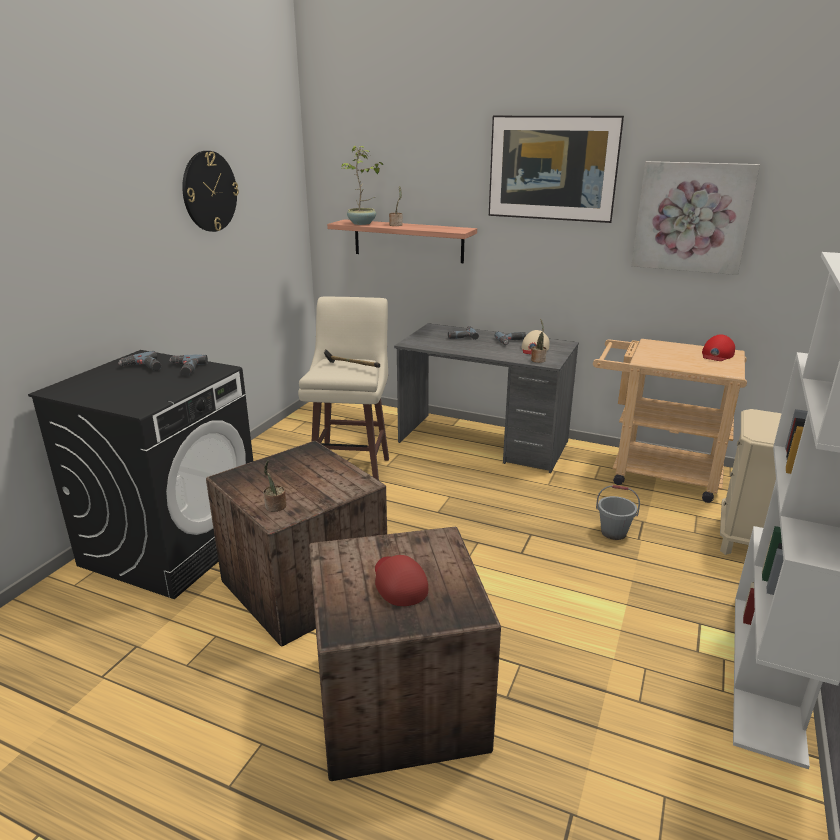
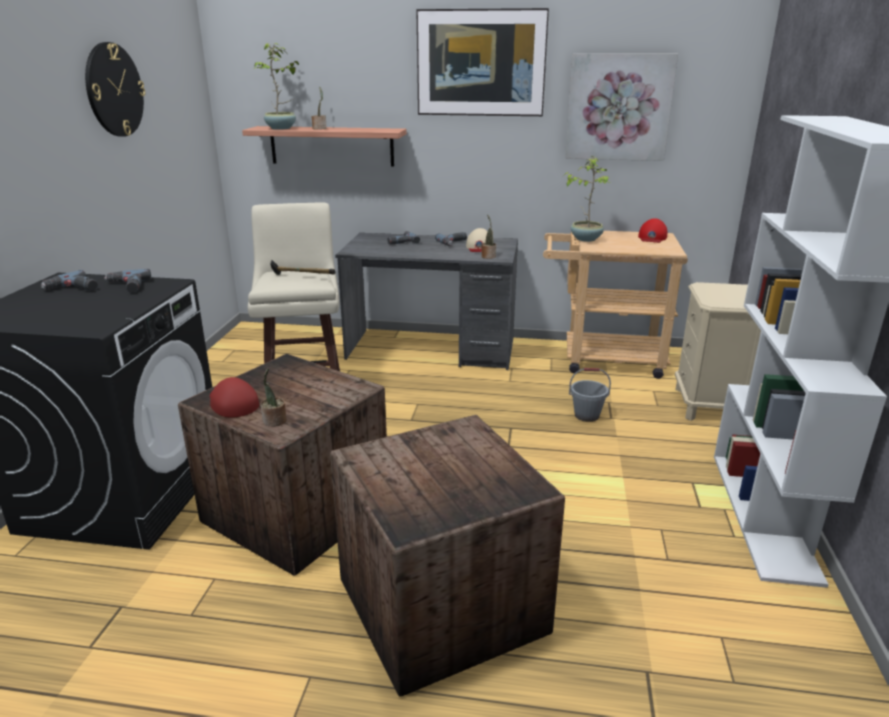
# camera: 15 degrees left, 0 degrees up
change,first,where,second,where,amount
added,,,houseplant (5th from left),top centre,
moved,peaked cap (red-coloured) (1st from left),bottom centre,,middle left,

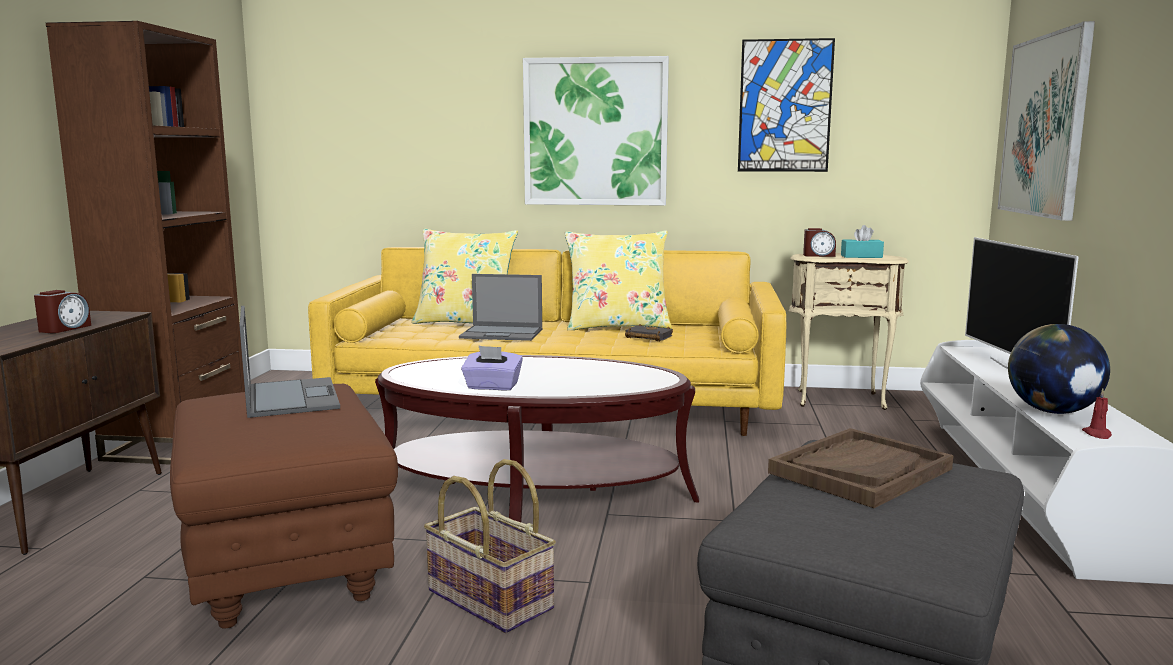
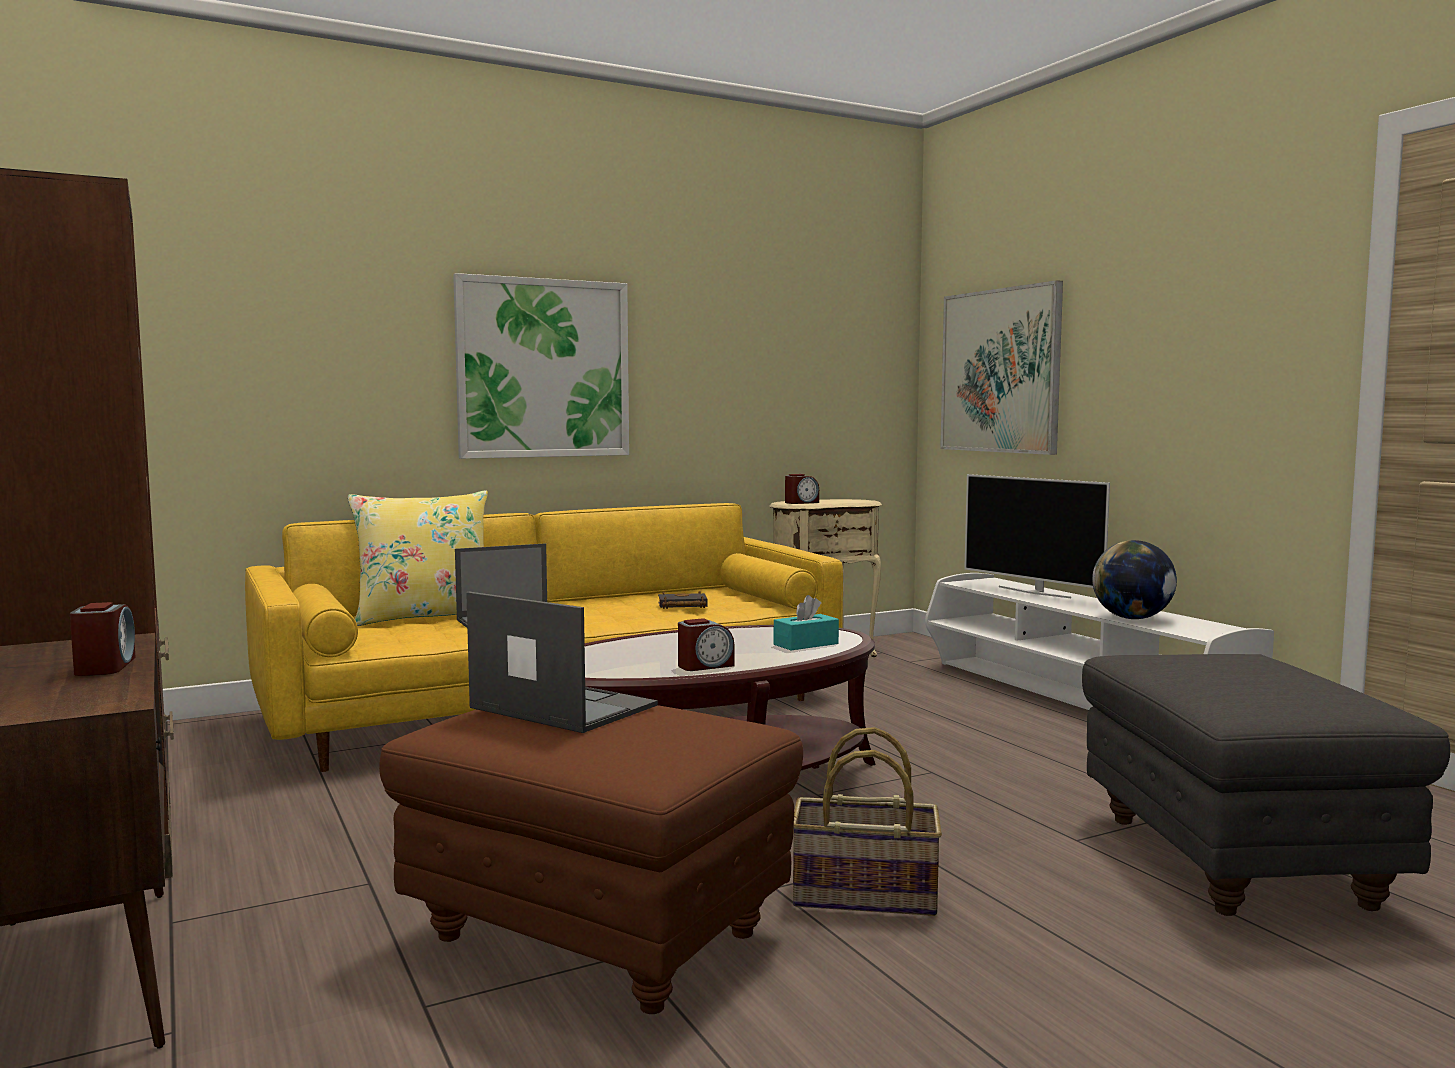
# camera: 35 degrees left, 5 degrees down
change,first,where,second,where,amount
removed,pillow (yellow) (2nd from left),centre,,,
removed,picture (2nd from left),top right,,,
removed,tray (brownish),bottom right,,,
removed,candle (red-coloured),middle right,,,
moved,tissue box (blue-green),middle right,,centre,
replaced,tissue box (purplish),centre,bedside clock (2nd from left),centre,

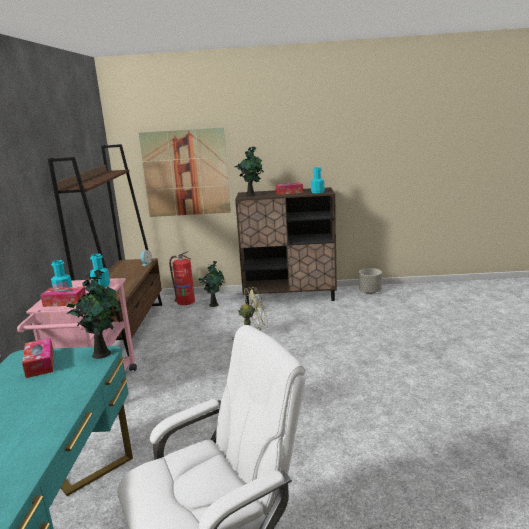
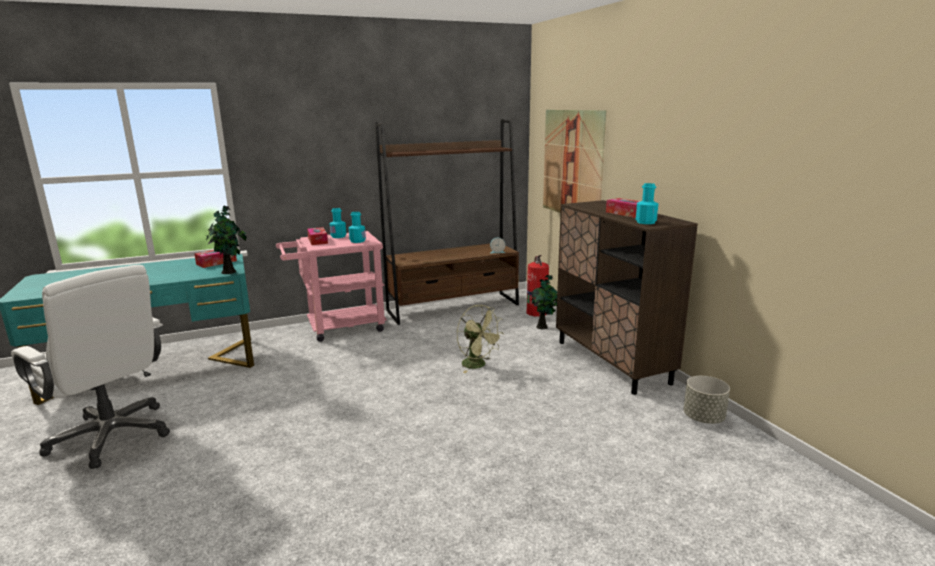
# camera: 65 degrees right, 0 degrees up
change,first,where,second,where,amount
removed,houseplant (3rd from left),top centre,,,

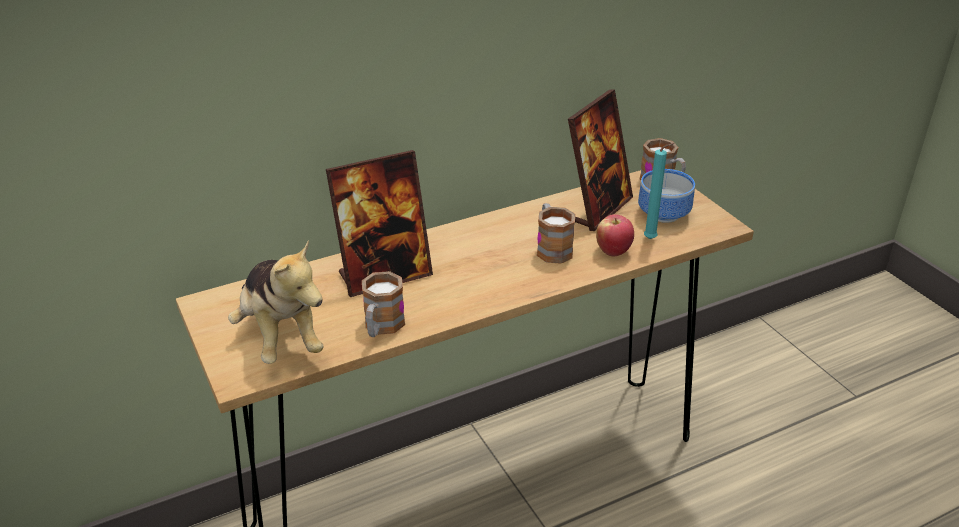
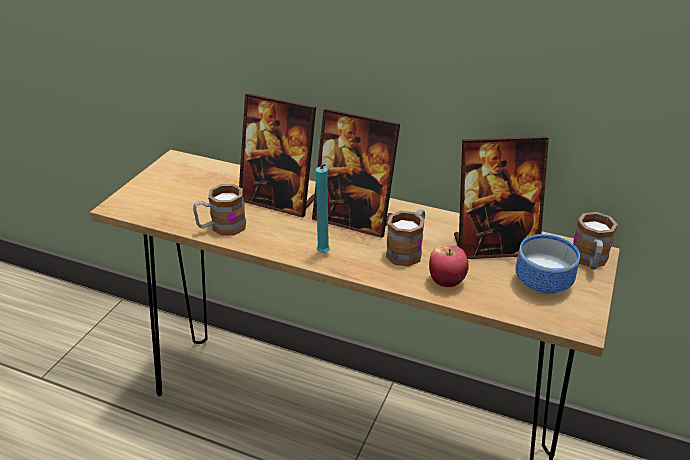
# camera: 50 degrees right, 0 degrees up
change,first,where,second,where,amount
removed,plush toy,middle left,,,
added,,,photo frame (2nd from left),centre,
moved,candle (blue-green),middle right,,centre,

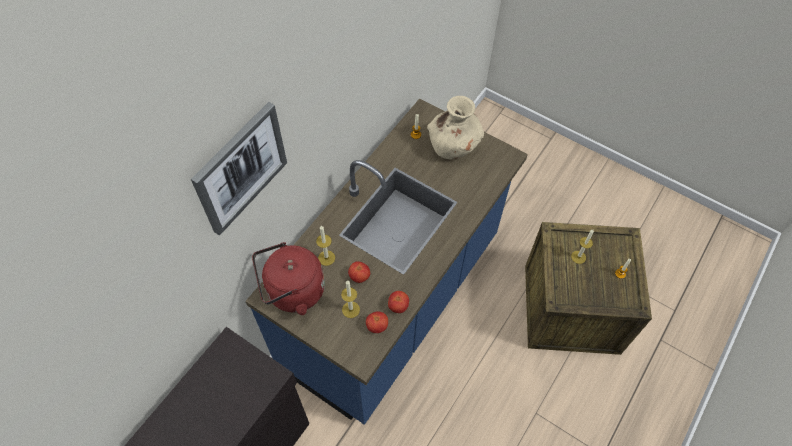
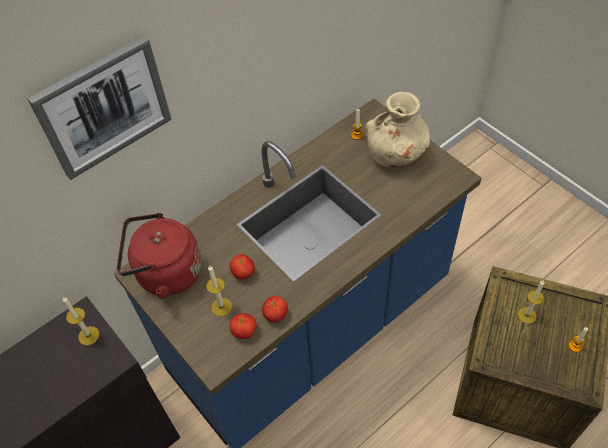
# camera: 20 degrees right, 5 degrees down
change,first,where,second,where,amount
moved,candle (1st from left),centre,,bottom left,

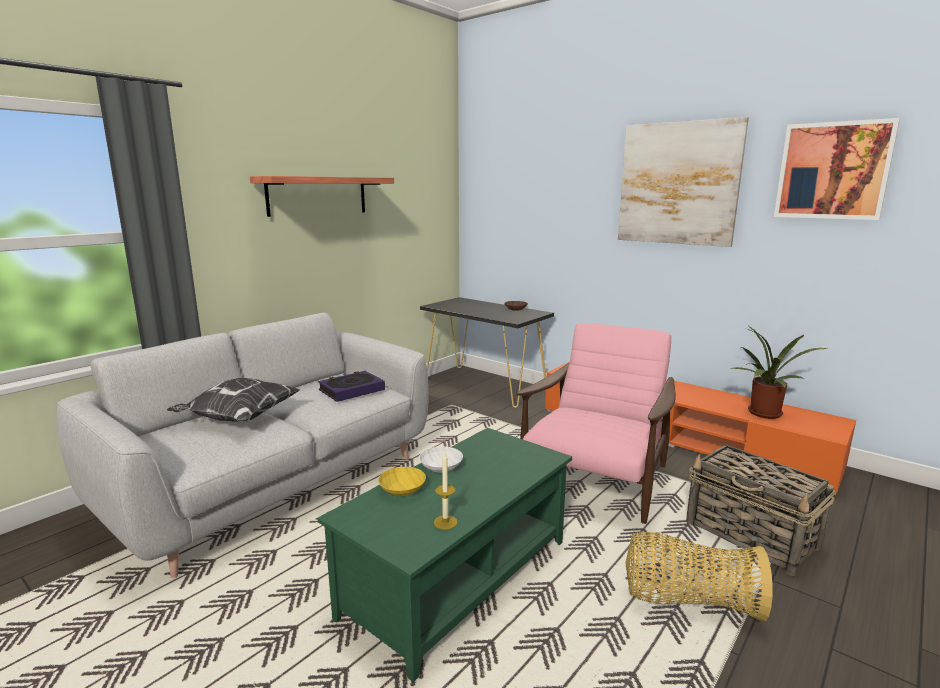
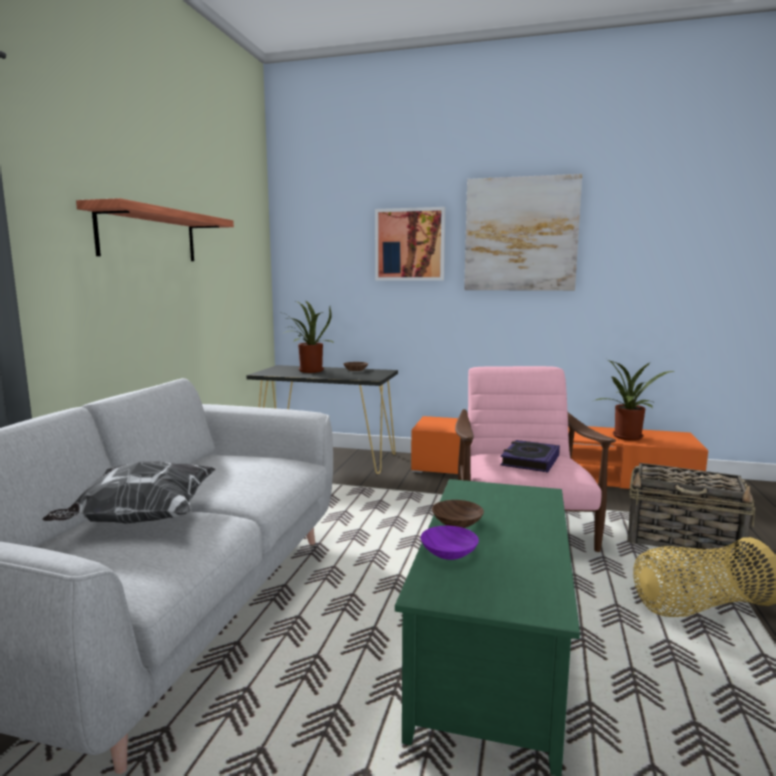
# camera: 25 degrees left, 5 degrees down
change,first,where,second,where,amount
removed,candle,bottom centre,,,
added,,,houseplant (1st from left),centre,
moved,bound book,centre,,middle right,
moved,picture (2nd from left in the first image),top right,picture (1st from left),top centre,
recoloured,bowl (yellow),bottom centre,bowl (purplish),bottom centre,
recoloured,bowl (whitish),bottom centre,bowl (brownish) (2nd from left),centre,

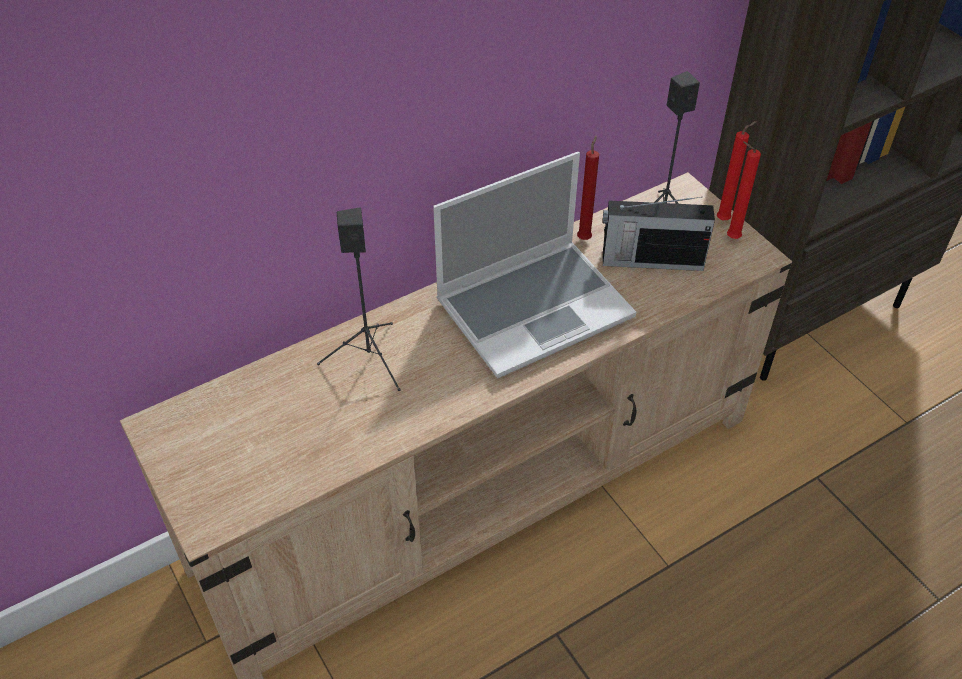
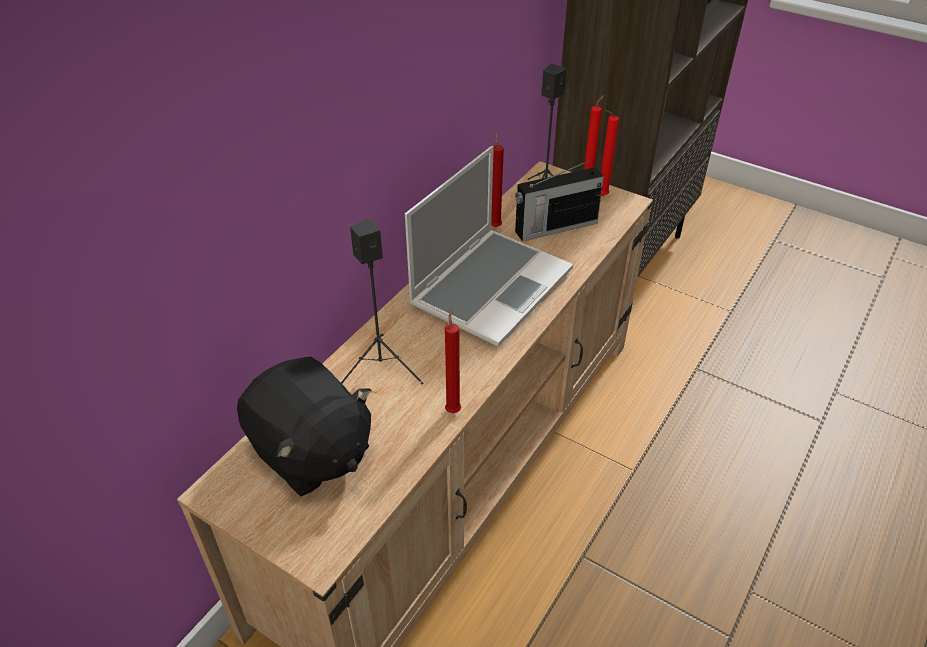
# camera: 25 degrees left, 5 degrees down
change,first,where,second,where,amount
added,,,plush toy (blackish),middle left,
added,,,candle (red-coloured) (1st from left),centre,

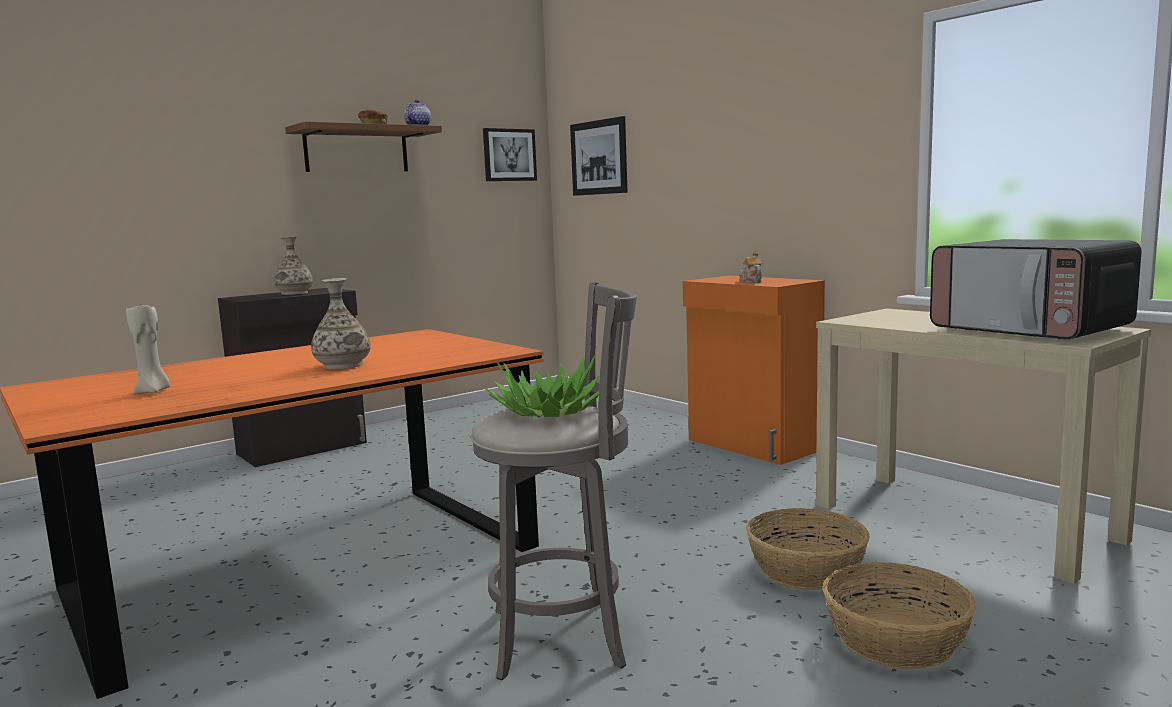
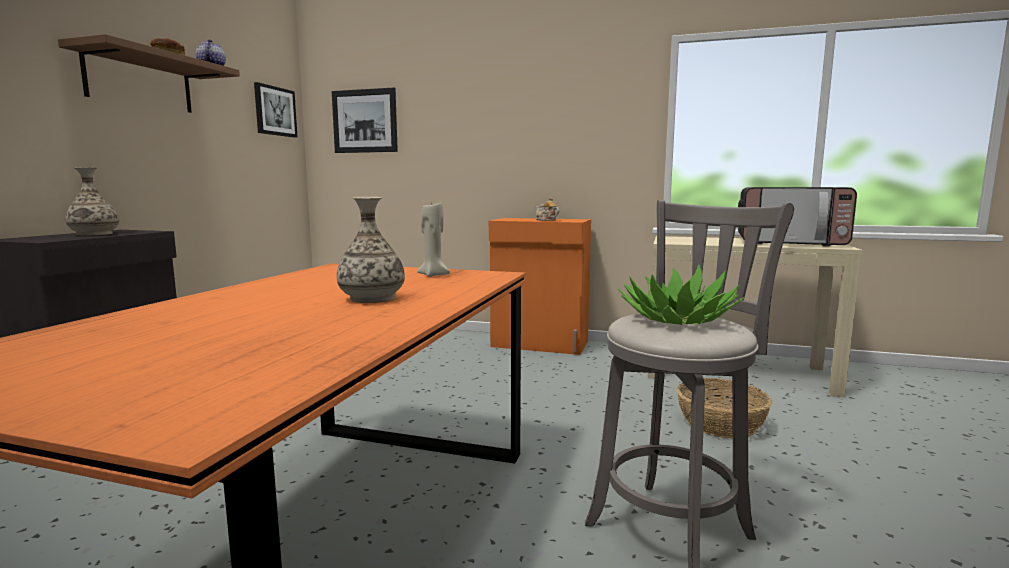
# camera: 35 degrees left, 0 degrees up
change,first,where,second,where,amount
removed,household basket (2nd from left),bottom right,,,
moved,candle (sand-coloured),middle left,,centre,

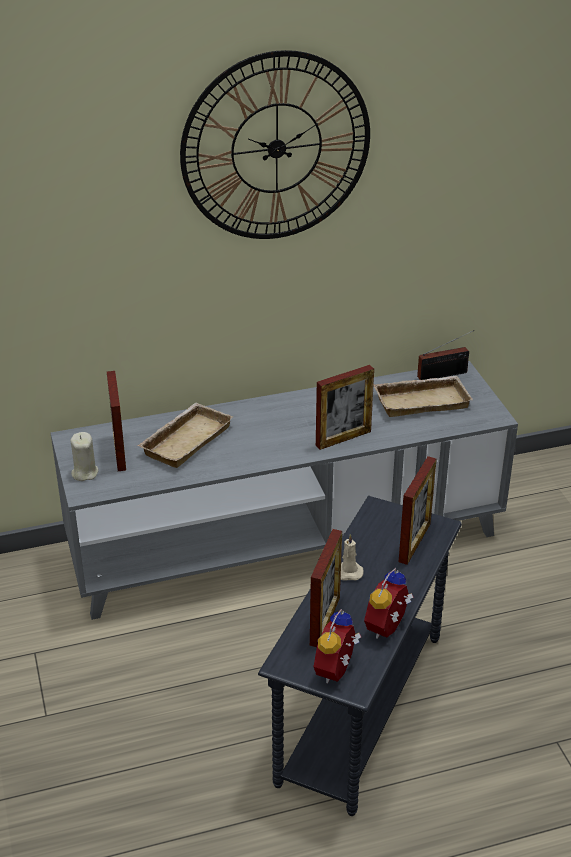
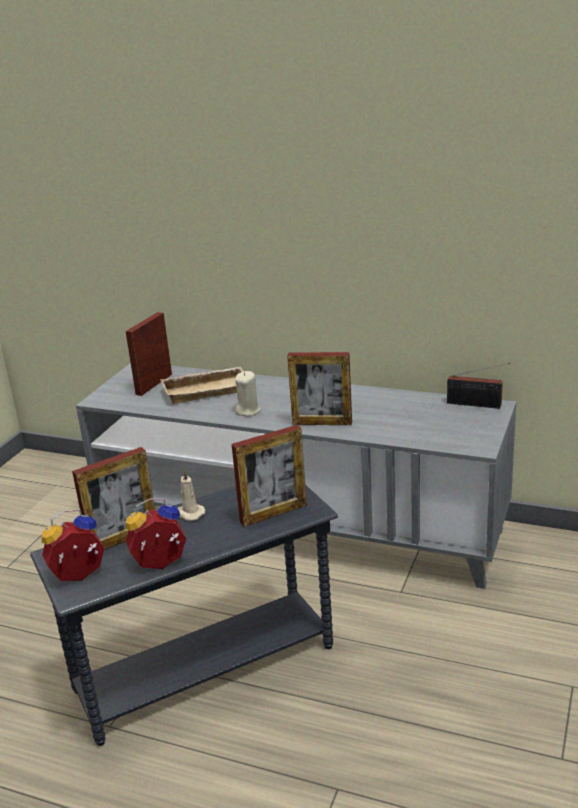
# camera: 40 degrees right, 10 degrees down
change,first,where,second,where,amount
removed,wall clock,top centre,,,
removed,tray (sand-coloured) (2nd from left),middle right,,,
moved,candle (sand-coloured) (1st from left in the first image),middle left,candle (sand-coloured) (2nd from left),centre,

